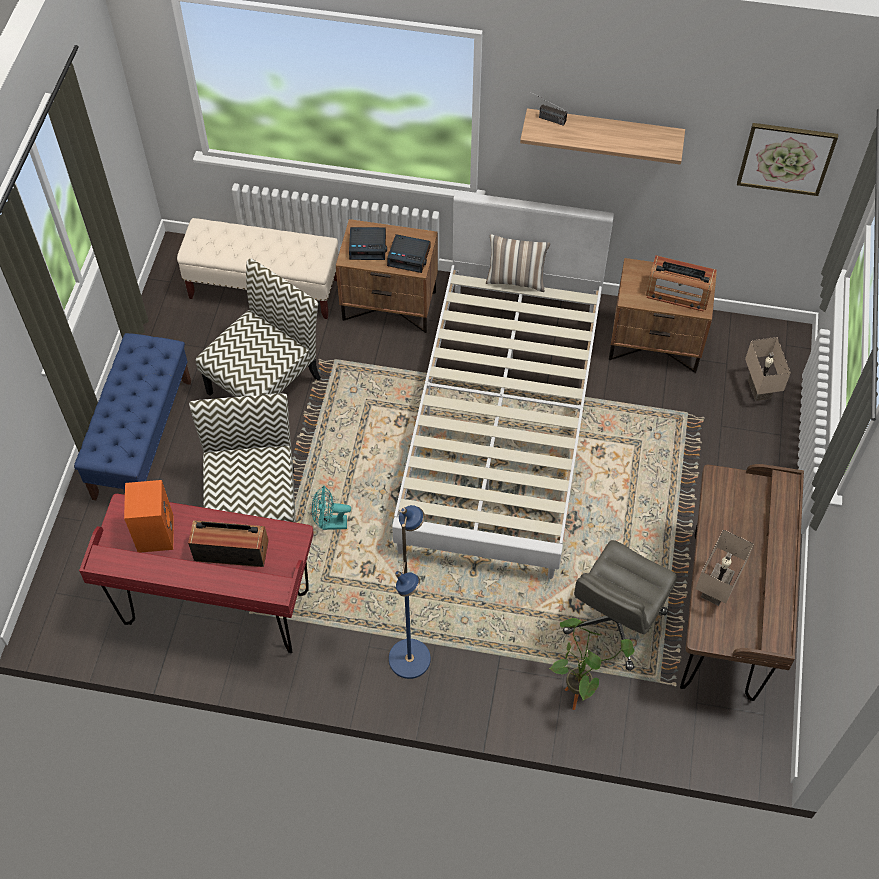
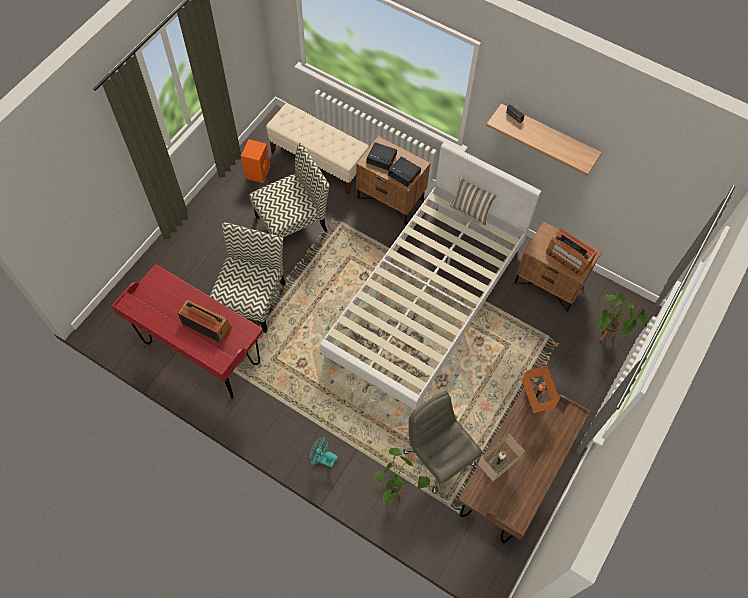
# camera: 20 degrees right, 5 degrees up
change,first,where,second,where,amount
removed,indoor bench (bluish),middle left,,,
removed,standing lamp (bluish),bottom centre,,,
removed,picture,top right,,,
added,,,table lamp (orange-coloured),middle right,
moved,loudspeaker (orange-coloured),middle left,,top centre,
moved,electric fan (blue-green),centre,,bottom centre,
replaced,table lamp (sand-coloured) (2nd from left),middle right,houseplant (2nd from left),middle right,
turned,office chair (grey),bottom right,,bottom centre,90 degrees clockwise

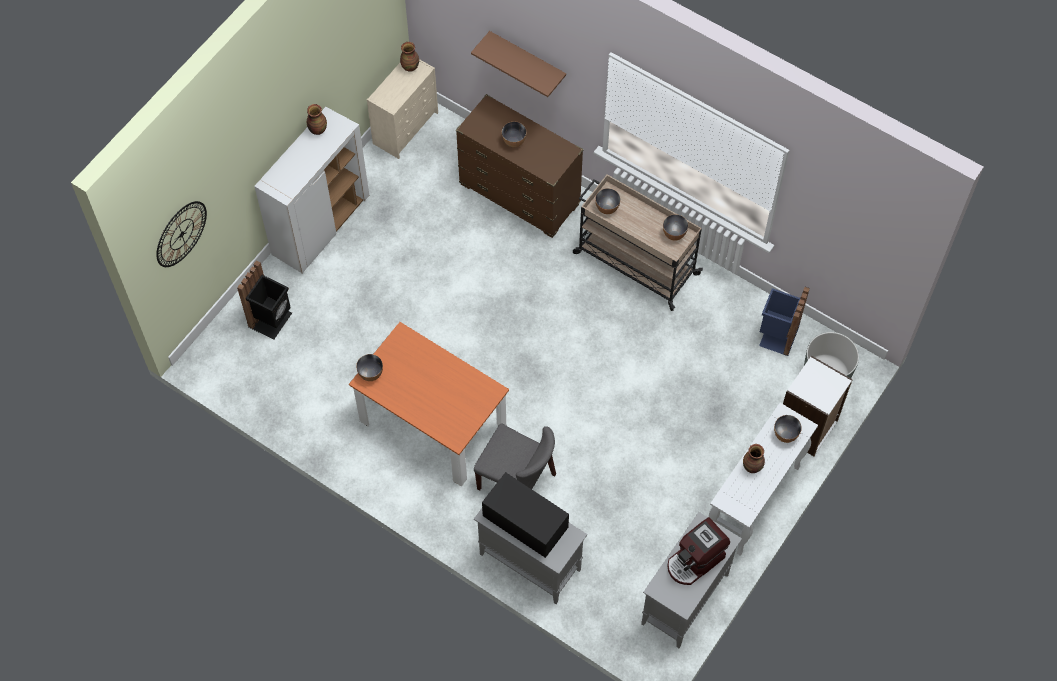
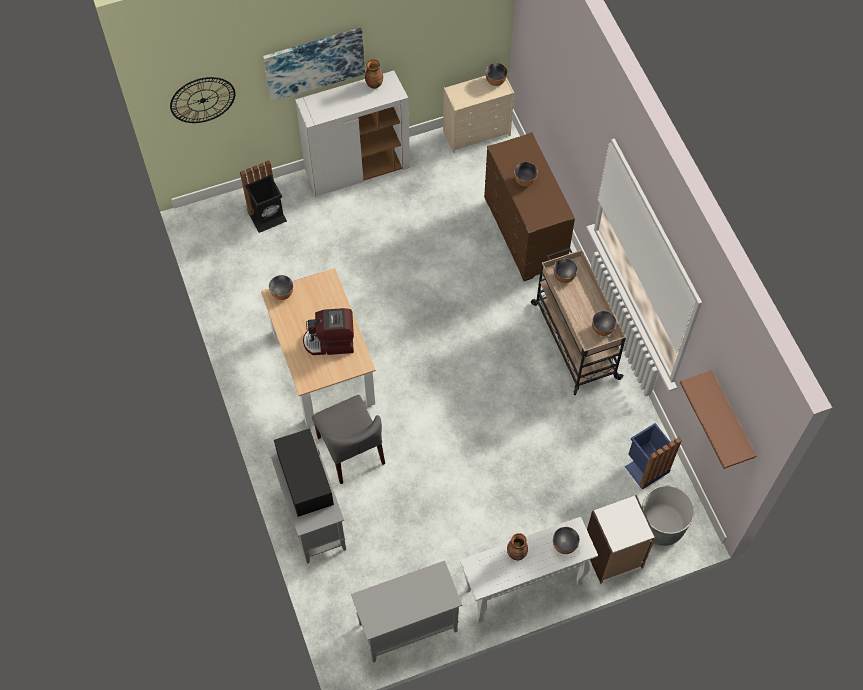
# camera: 35 degrees right, 0 degrees up
change,first,where,second,where,amount
added,,,picture,top centre,
moved,bracket shelf (brownish),top centre,,middle right,
moved,coffee maker,bottom centre,,centre,
replaced,decorative vase (2nd from left),top centre,bowl (2nd from left),top centre,
recoloured,dining table (orange-coloured),centre,dining table (sand-coloured),centre,

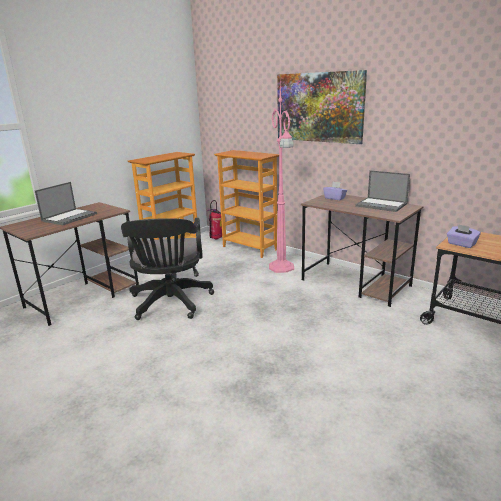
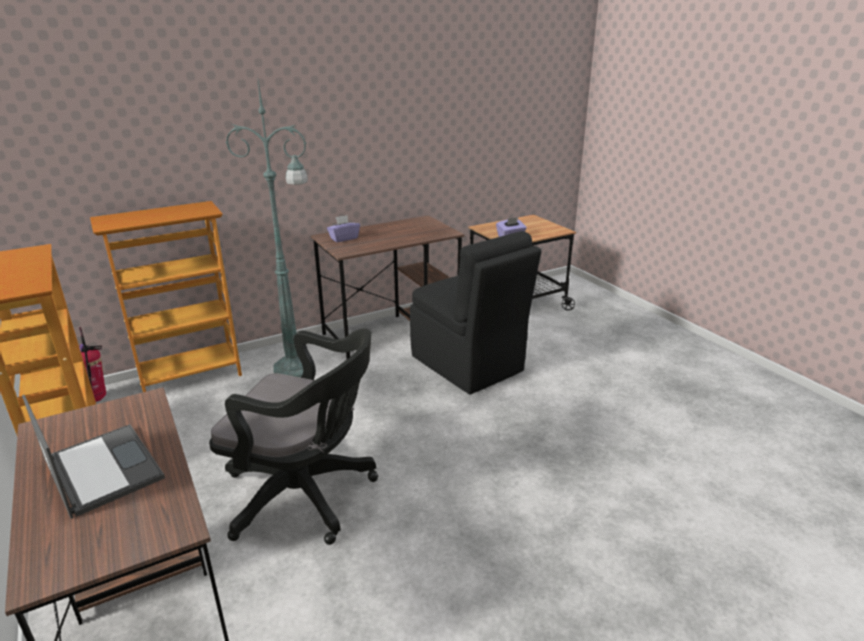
# camera: 70 degrees left, 5 degrees up
change,first,where,second,where,amount
removed,picture,top centre,,,
removed,notebook computer (2nd from left),middle right,,,
added,,,chair (blackish),centre,
recoloured,standing lamp (pink-coloured),centre,standing lamp (green-coloured),middle left,

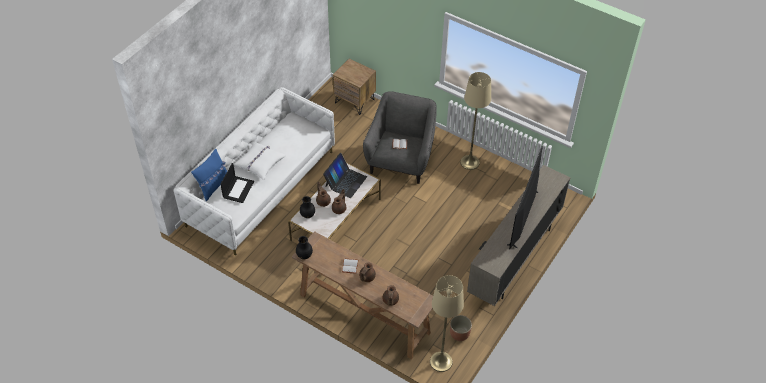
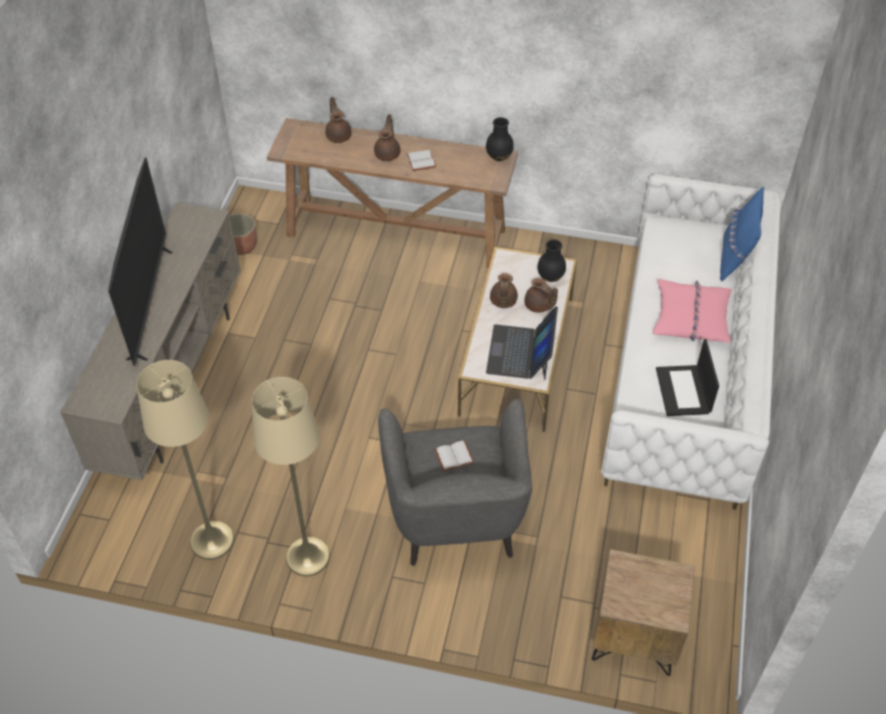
# camera: 160 degrees right, 0 degrees up
change,first,where,second,where,amount
moved,notebook computer (1st from left in the first image),middle left,notebook computer (2nd from left),middle right,
moved,standing lamp (sand-coloured) (1st from left),bottom centre,,middle left,
recoloured,pillow (whitish),centre,pillow (pink-coloured),middle right,

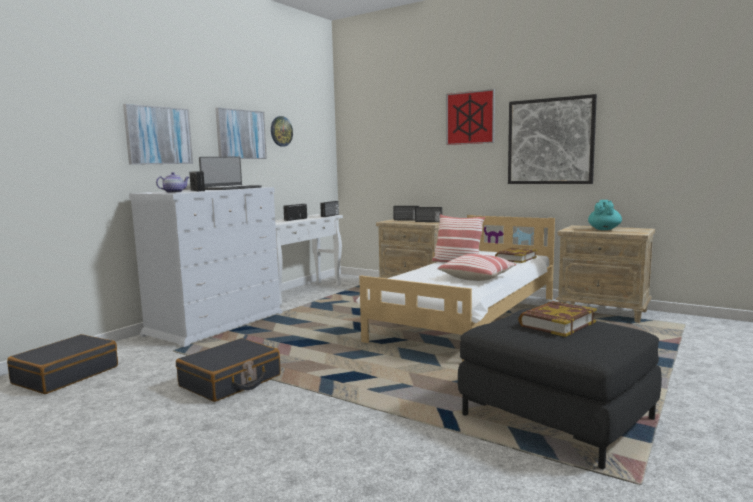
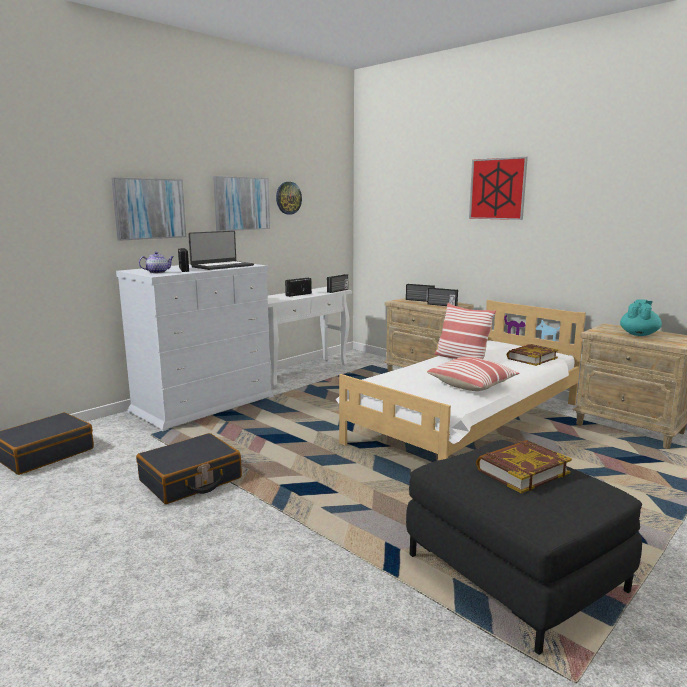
# camera: 10 degrees right, 5 degrees up
change,first,where,second,where,amount
removed,picture (4th from left),top right,,,

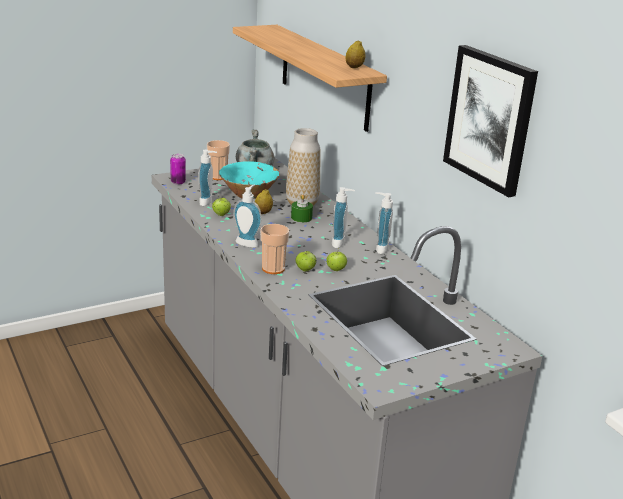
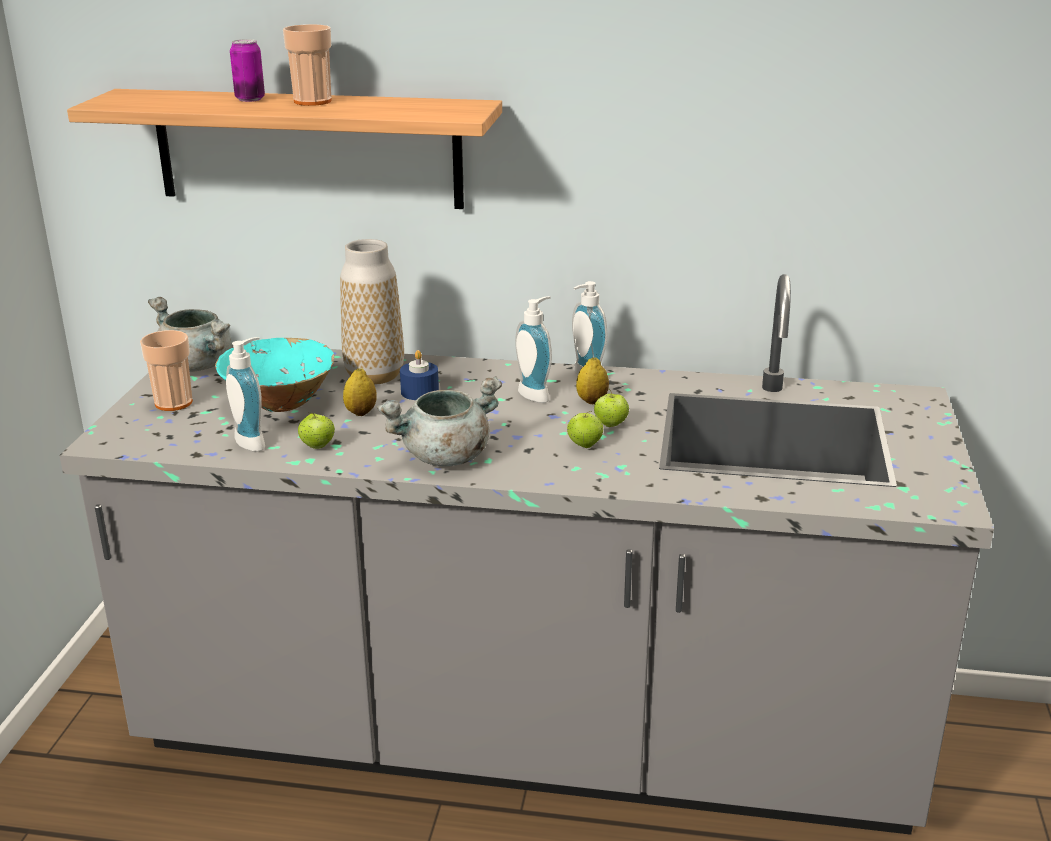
# camera: 50 degrees left, 0 degrees up
change,first,where,second,where,amount
removed,picture,top right,,,
moved,can,middle left,,top left,
moved,small cup (2nd from left),centre,,top left,
moved,whole lemon (2nd from left),top centre,,centre,
replaced,soap bottle (2nd from left),centre,stockpot (grey) (2nd from left),centre,
recoloured,candle (green-coloured),centre,candle (bluish),centre,

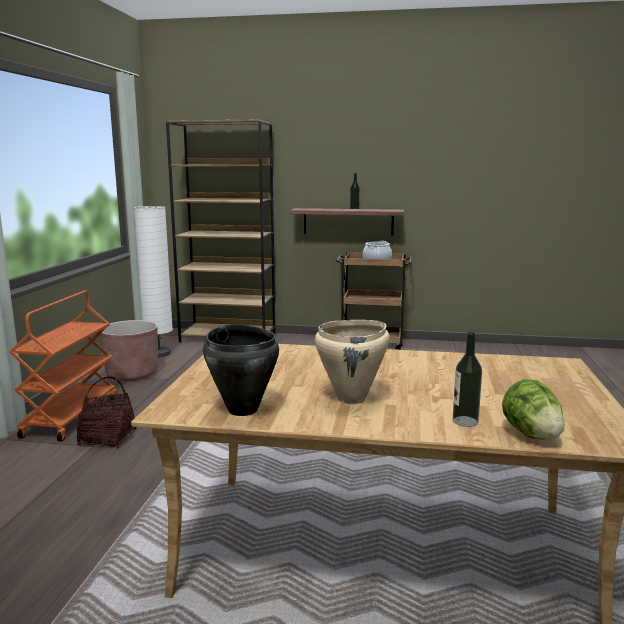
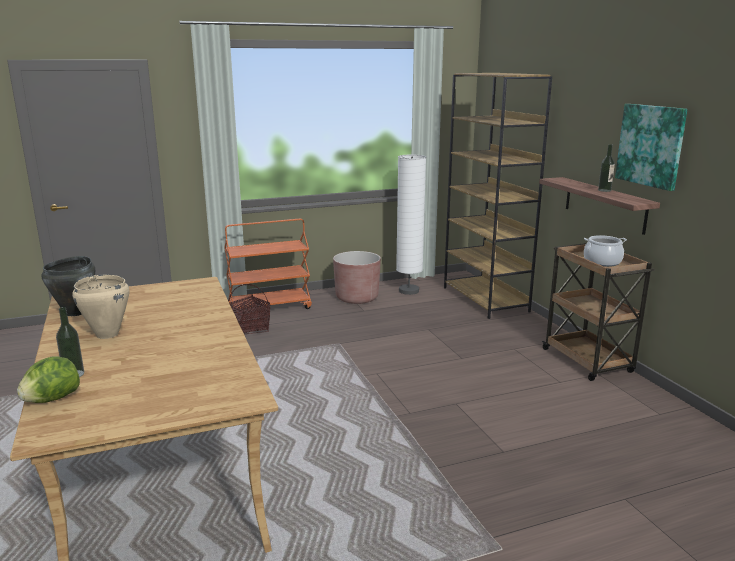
# camera: 60 degrees right, 5 degrees up
change,first,where,second,where,amount
added,,,picture,top right,

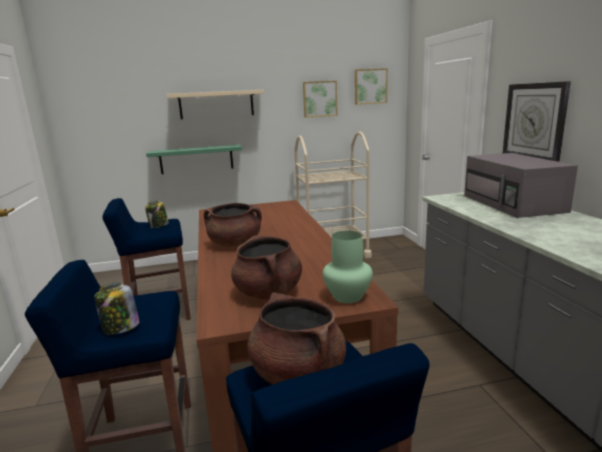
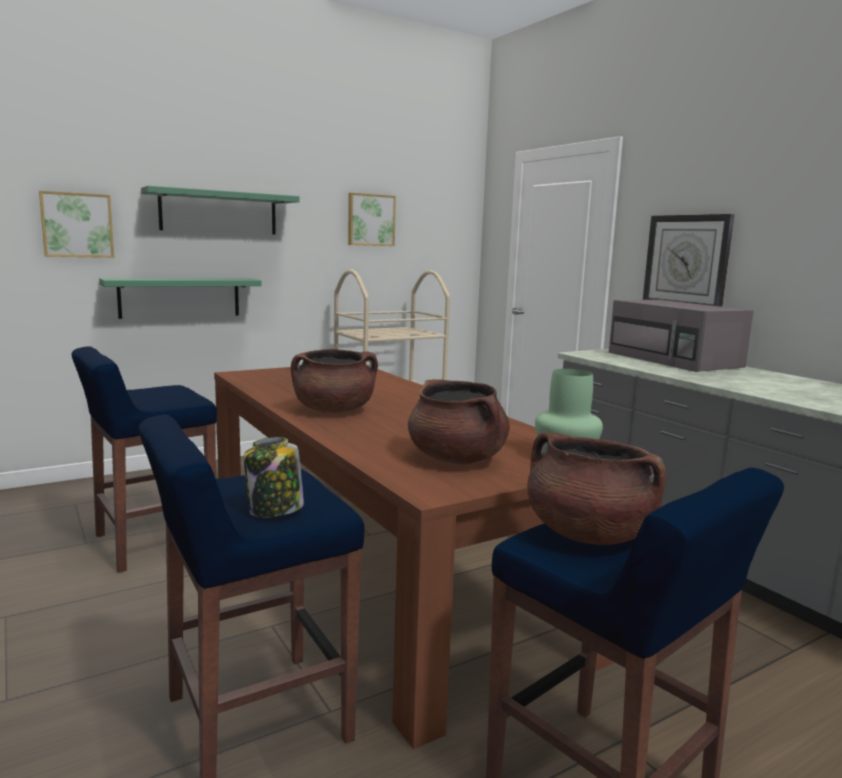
# camera: 20 degrees left, 5 degrees down
change,first,where,second,where,amount
removed,jar (2nd from left),middle left,,,
moved,picture (2nd from left in the first image),top centre,picture (1st from left),top left,
recoloured,bracket shelf (sand-coloured),top centre,bracket shelf (green-coloured) (2nd from left),top left,

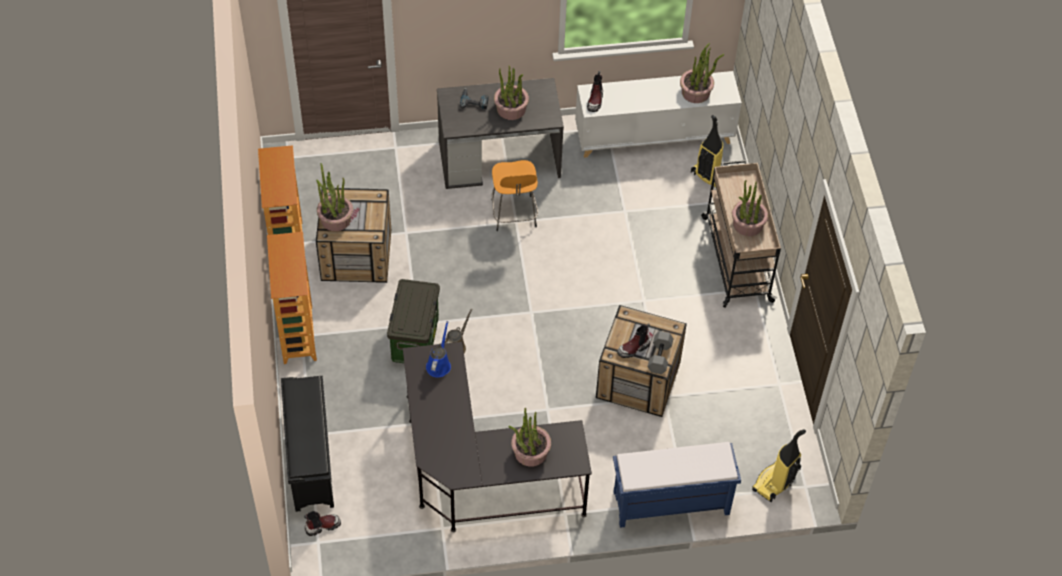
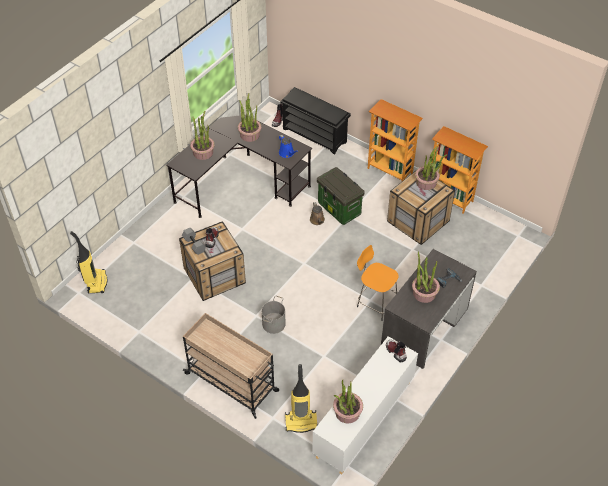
# camera: 135 degrees right, 5 degrees down
change,first,where,second,where,amount
removed,indoor bench (bluish),bottom centre,,,
added,,,bucket (grey),centre,
moved,houseplant (5th from left in the first image),middle right,houseplant (2nd from left),top centre,

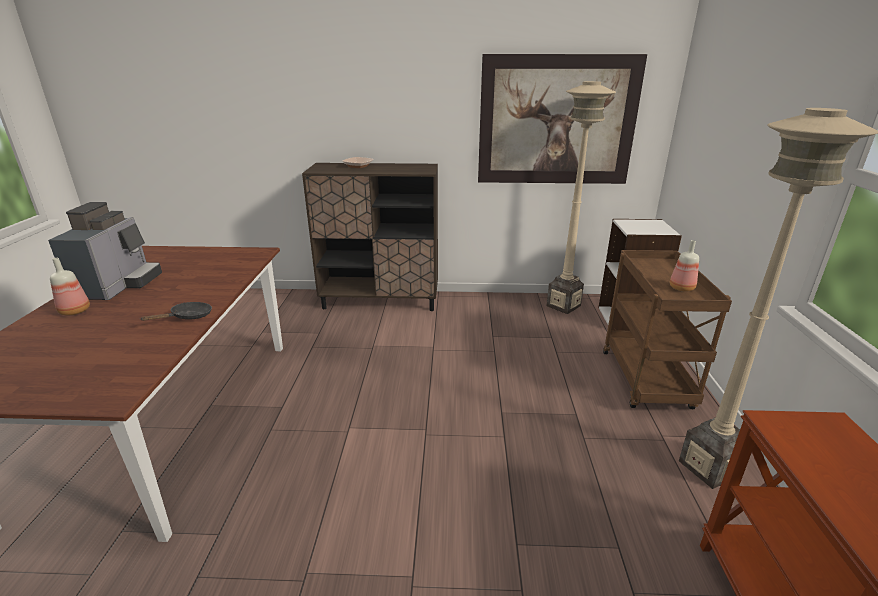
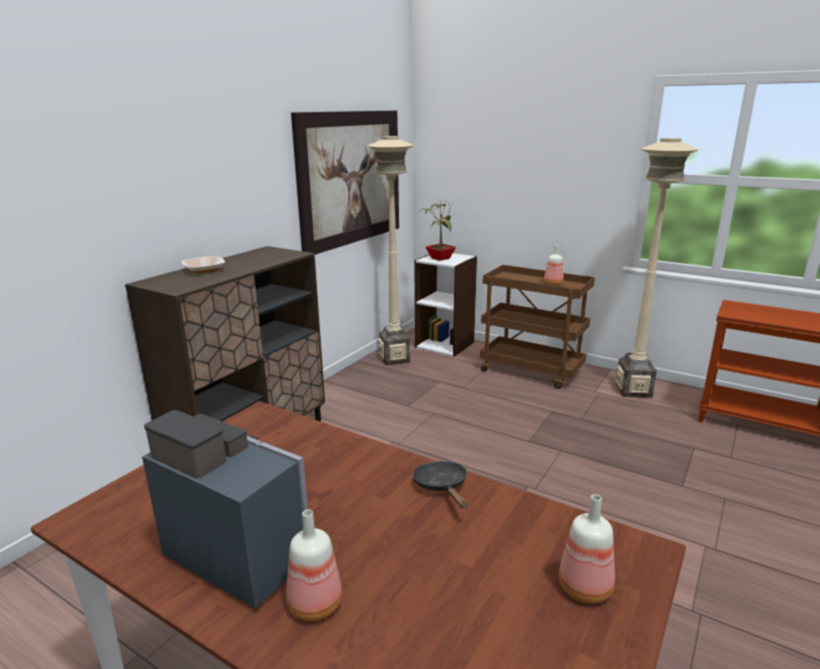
# camera: 60 degrees left, 5 degrees down
change,first,where,second,where,amount
added,,,houseplant,centre,
added,,,drink bottle (3rd from left),bottom right,

